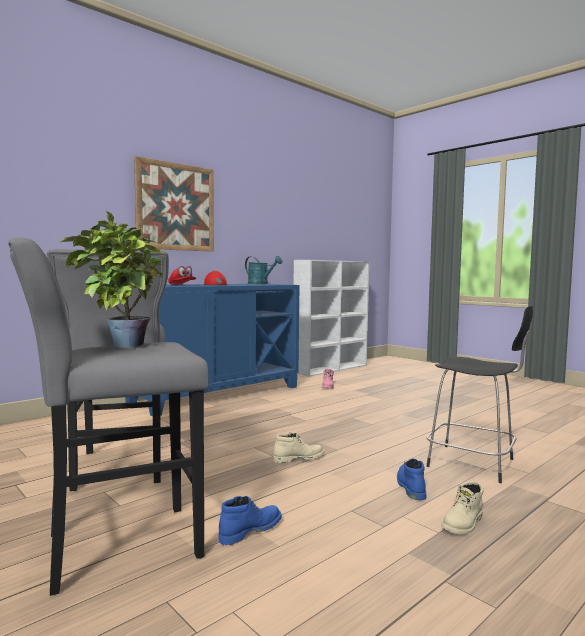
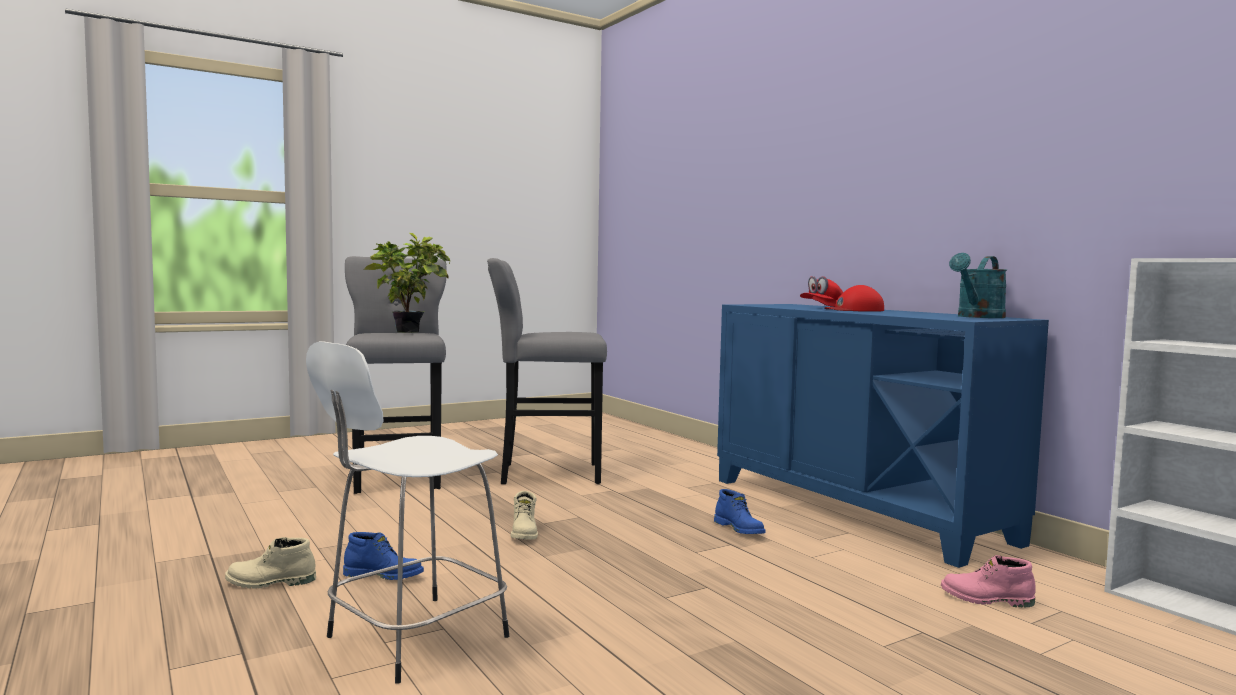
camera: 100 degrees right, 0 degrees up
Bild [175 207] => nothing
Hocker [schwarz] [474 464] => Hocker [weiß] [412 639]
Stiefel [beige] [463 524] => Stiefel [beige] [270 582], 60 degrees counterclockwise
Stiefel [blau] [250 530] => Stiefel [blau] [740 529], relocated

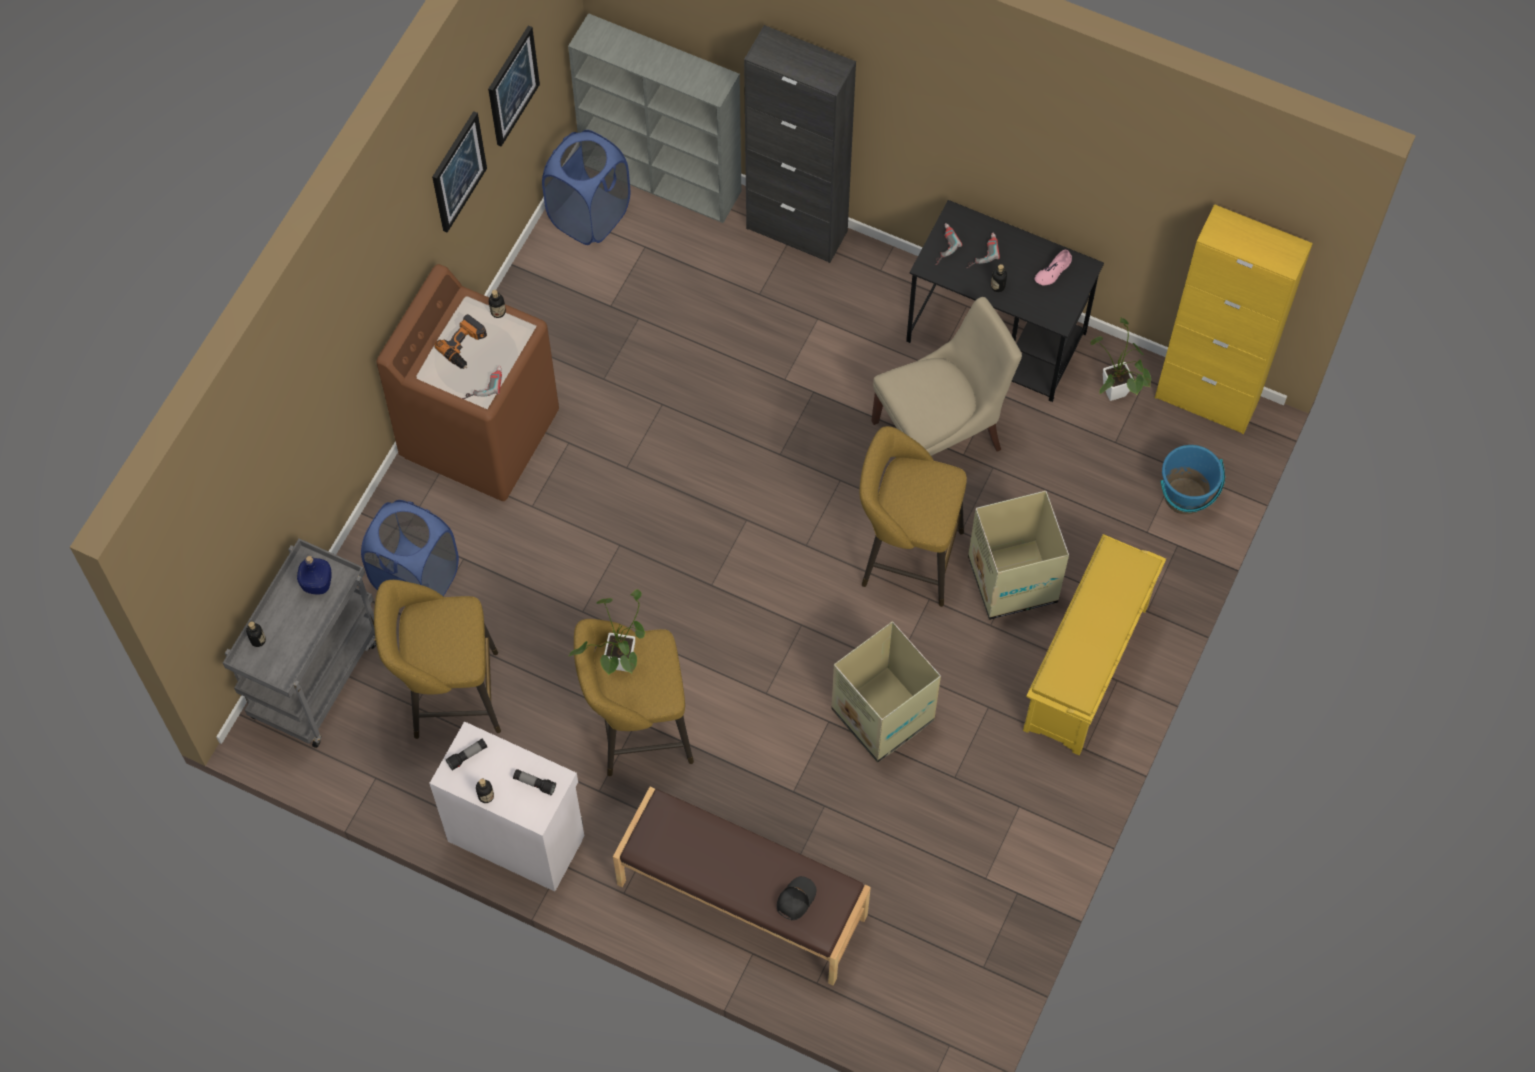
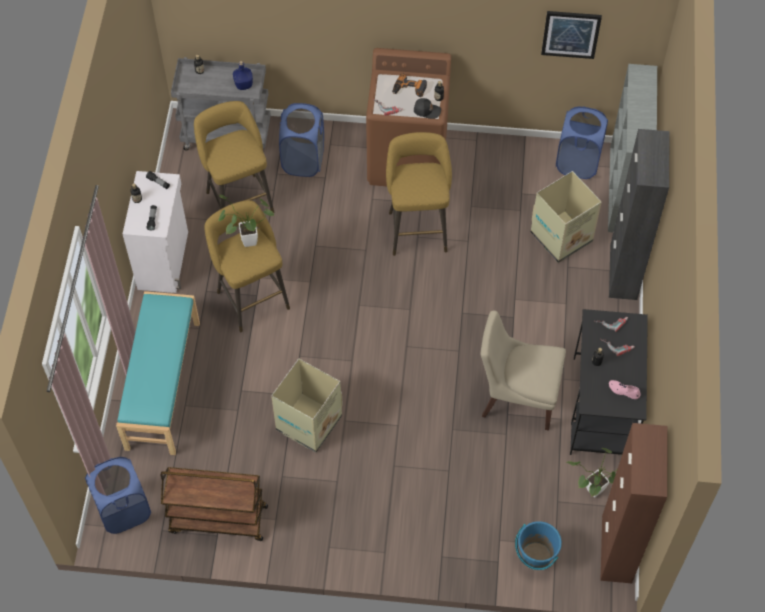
camera: 70 degrees right, 5 degrees down
Bild [458 171] => nothing
Schrank [gelb] [1206 399] => Schrank [braun] [616 549]
Stuhl [beige] [940 433] => Stuhl [beige] [516 396], 150 degrees clockwise
Hocker [gelb] [905 556] => Hocker [gelb] [417 228], relocated
Karton [1012 578] => Karton [562 236], relocated
Schuhregal [gelb] [1086 670] => nothing
Bank [braun] [741 901] => Bank [türkis] [162 385]
Kappe [schwarz] [795 899] => Kappe [schwarz] [426 110], relocated
nothing => Wäschekorb [blau] [124 510]
nothing => Rollwagen [braun] [217 520]

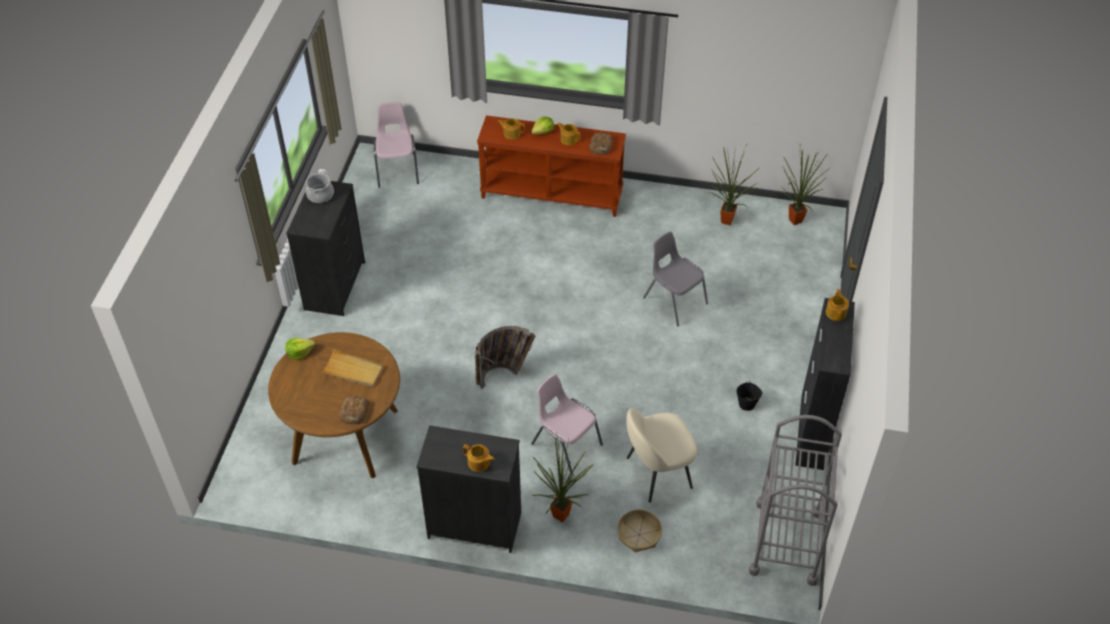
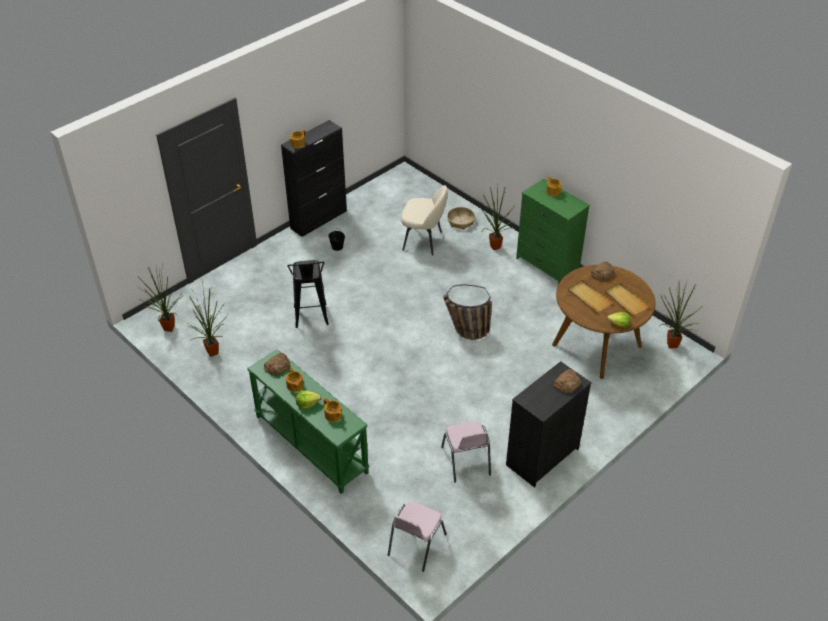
camera: 145 degrees left, 5 degrees down
Konsolentisch [braun] [552 194] => Konsolentisch [grün] [310 444]
Kochtopf [320 195] => nothing
Stuhl [grau] [674 300] => Hocker [schwarz] [311 320]
Stuhl [rosa] [565 444] => Stuhl [rosa] [466 462], relocated
Rollwagen [grau] [786 542] => nothing
Kommode [schwarz] [475 524] => Kommode [grün] [547 265]
nothing => Tablett [beige] [625 300]
nothing => Topfpflanze [669 345]
nothing => Brot [567 383]

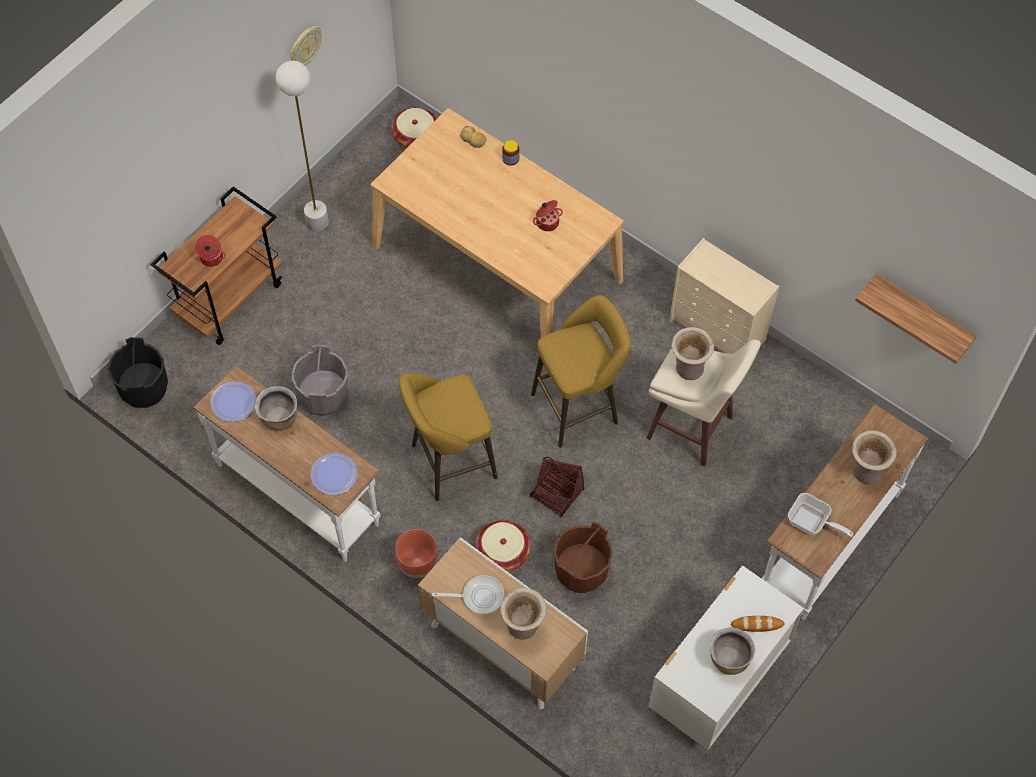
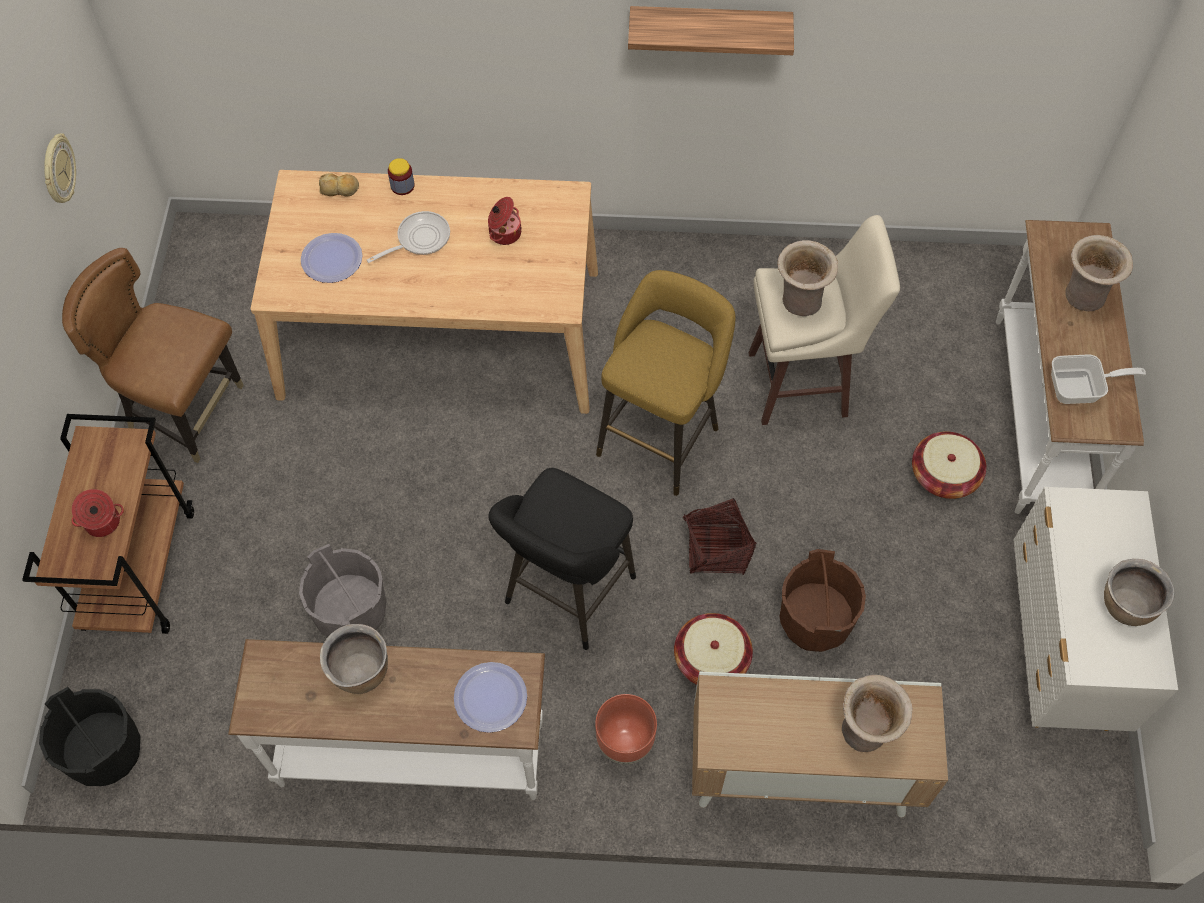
camera: 35 degrees left, 0 degrees up
Stehlampe [weiß] [317 222] => Stuhl [braun] [185 411]
Korb [416 137] => Korb [944 475], relocated
Kommode [beige] [718 331] => nothing
Wandregal [922 314] => Wandregal [709 28], relocated
Hocker [gelb] [449 463] => Hocker [schwarz] [566 595]
Teller [233 402] => Teller [332 259], relocated
Pfanne [479 596] => Pfanne [419 239], relocated
Brot [757 624] => nothing

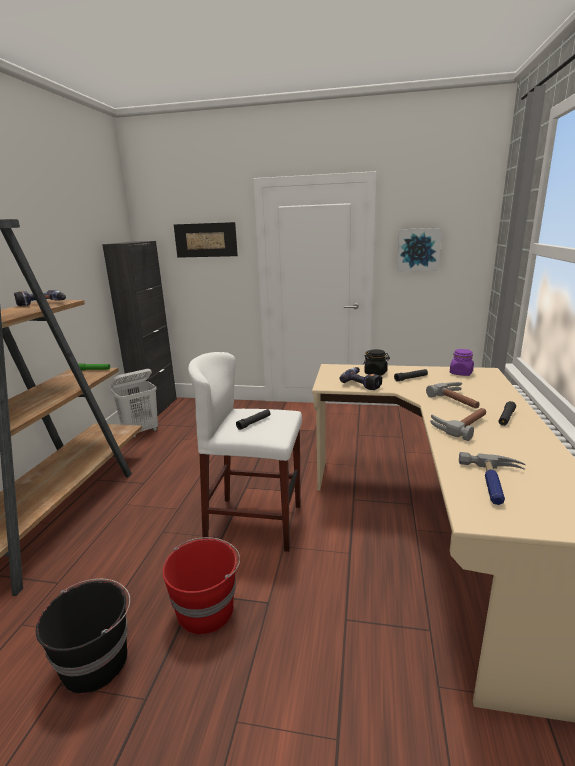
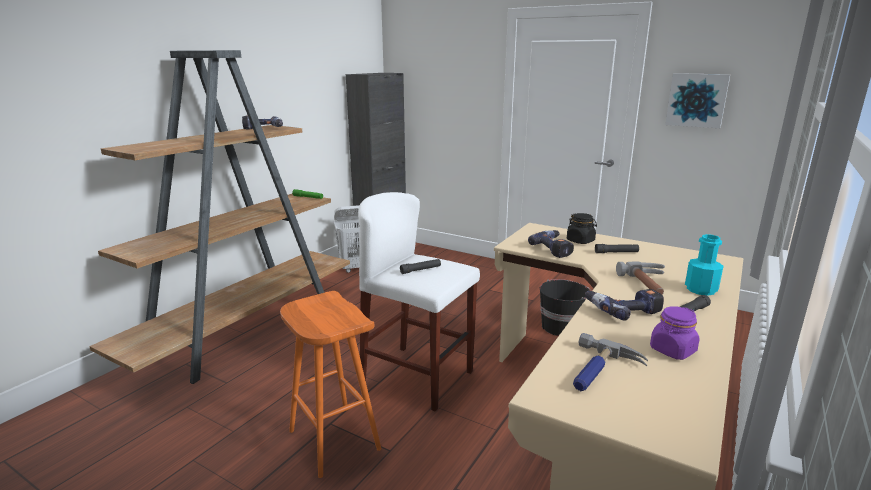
camera: 20 degrees right, 0 degrees up
Bild [205 240] => nothing
Vorratsglas [lila] [461 373] => Vorratsglas [lila] [672 350], relocated
Hammer [460 425] => Bohrmaschine [623 310]
Eimer [rot] [206 609] => Hocker [orange] [332 439]
Eimer [schwarz] [96 661] => Eimer [schwarz] [561 326], relocated
nothing => Flasche [türkis] [701 289]

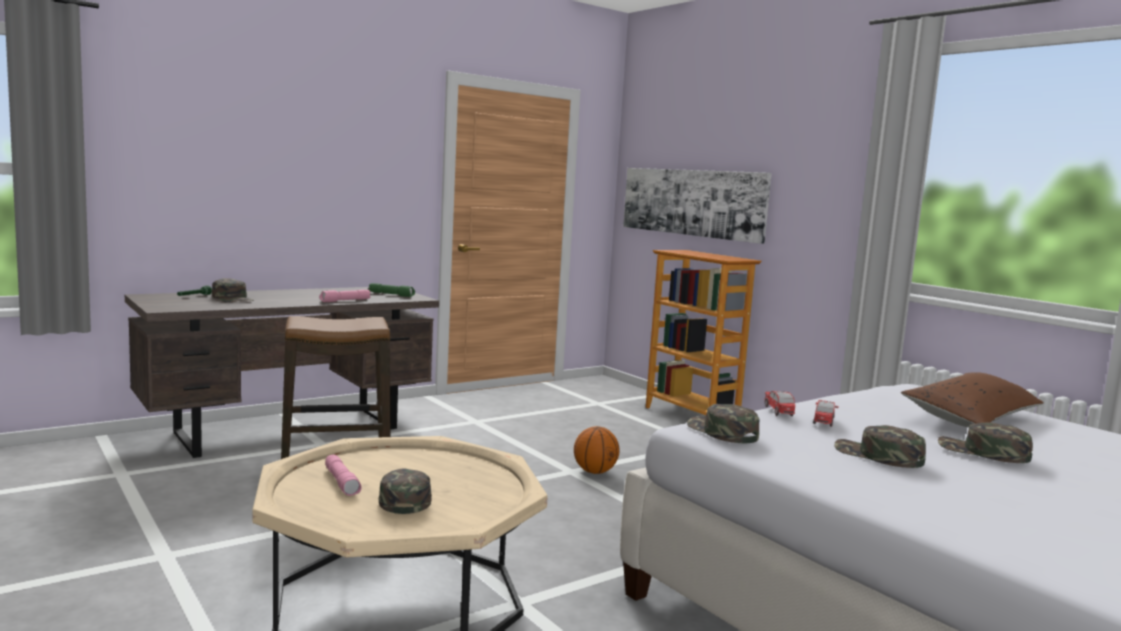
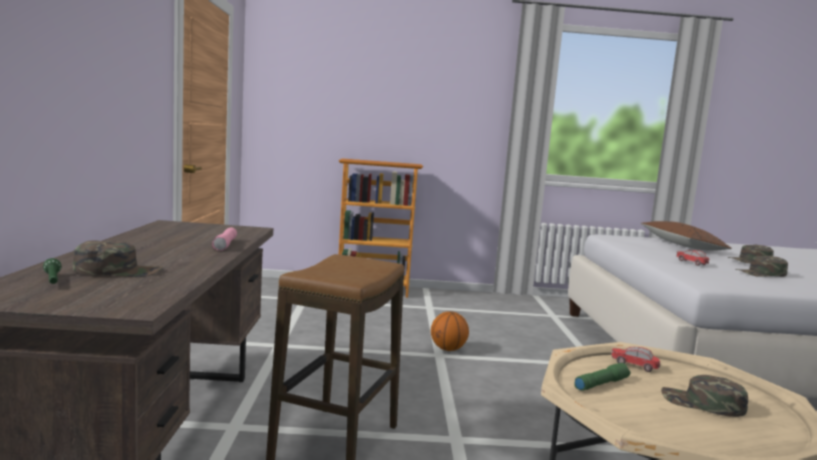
camera: 55 degrees left, 0 degrees up
Bild [692 202] => nothing
Taschenlampe [grün] [392 294] => Taschenlampe [grün] [601 384], relocated
Spielzeugauto [778 412] => Spielzeugauto [634 366], relocated
Kappe [grün] [722 432] => nothing
Taschenlampe [rosa] [342 482] => nothing

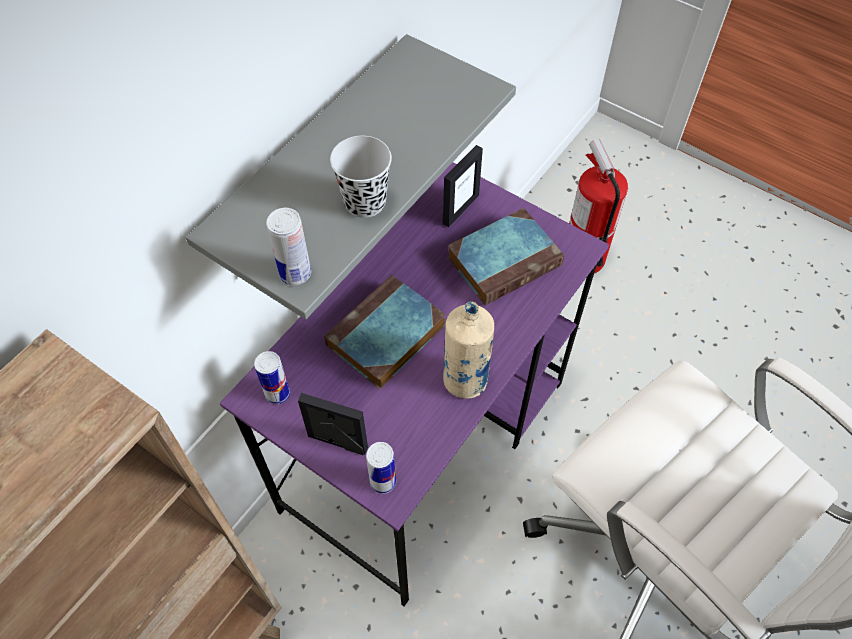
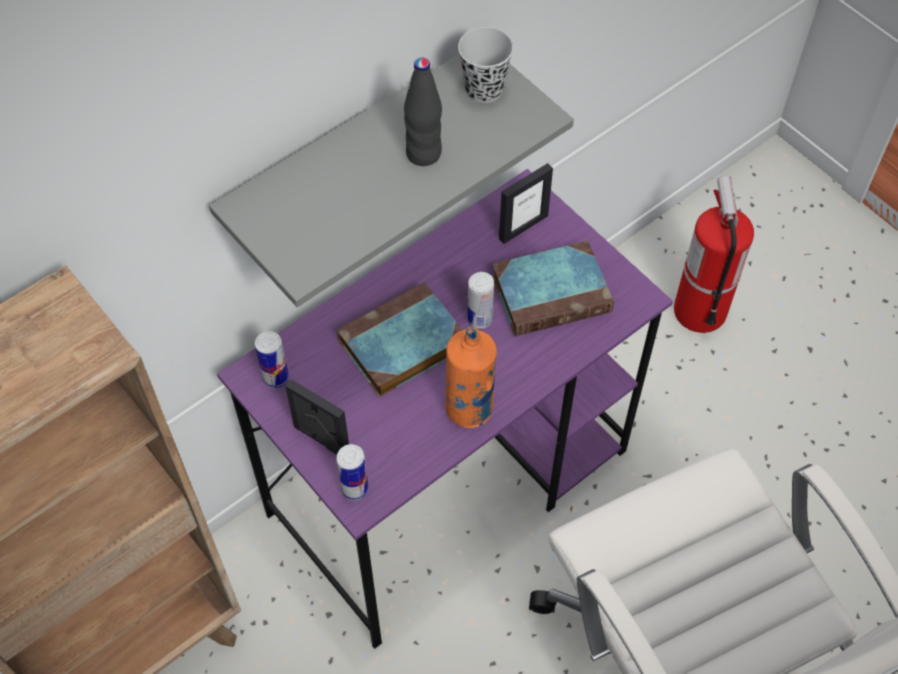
camera: 15 degrees right, 0 degrees up
Tasse [schwarz] [365 202] => Tasse [schwarz] [484 89], relocated
Dose [295 273] => Dose [479 319], relocated
Flasche [beige] [465 379] => Flasche [orange] [469 408]
nothing => Flasche [schwarz] [424 153]

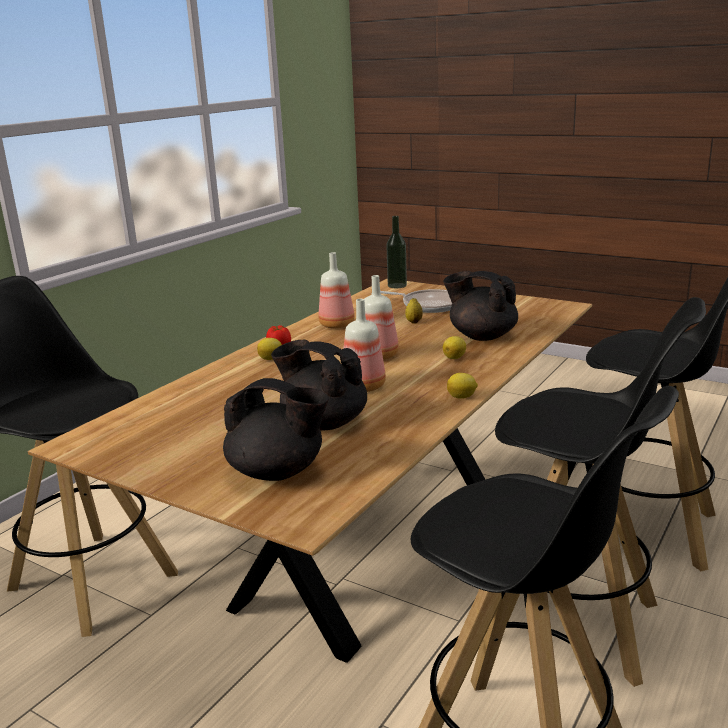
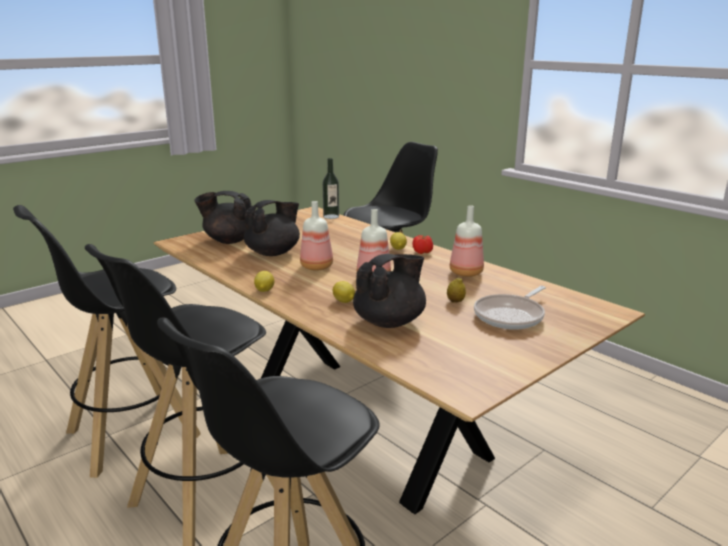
camera: 105 degrees right, 0 degrees up
Flasche [397 285] => Flasche [331 216], relocated
Teekanne [schwarz] [277 472] => Teekanne [schwarz] [229 240], 60 degrees clockwise

